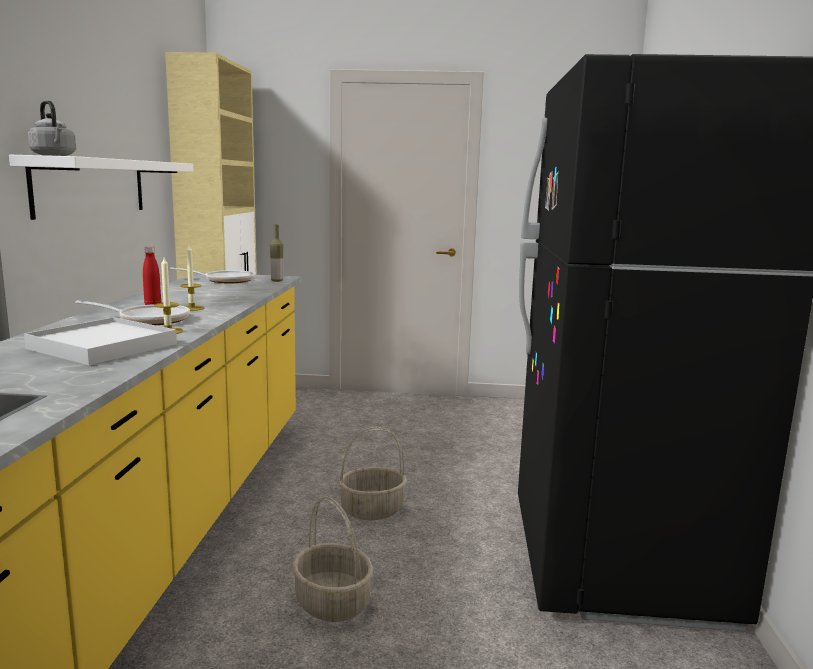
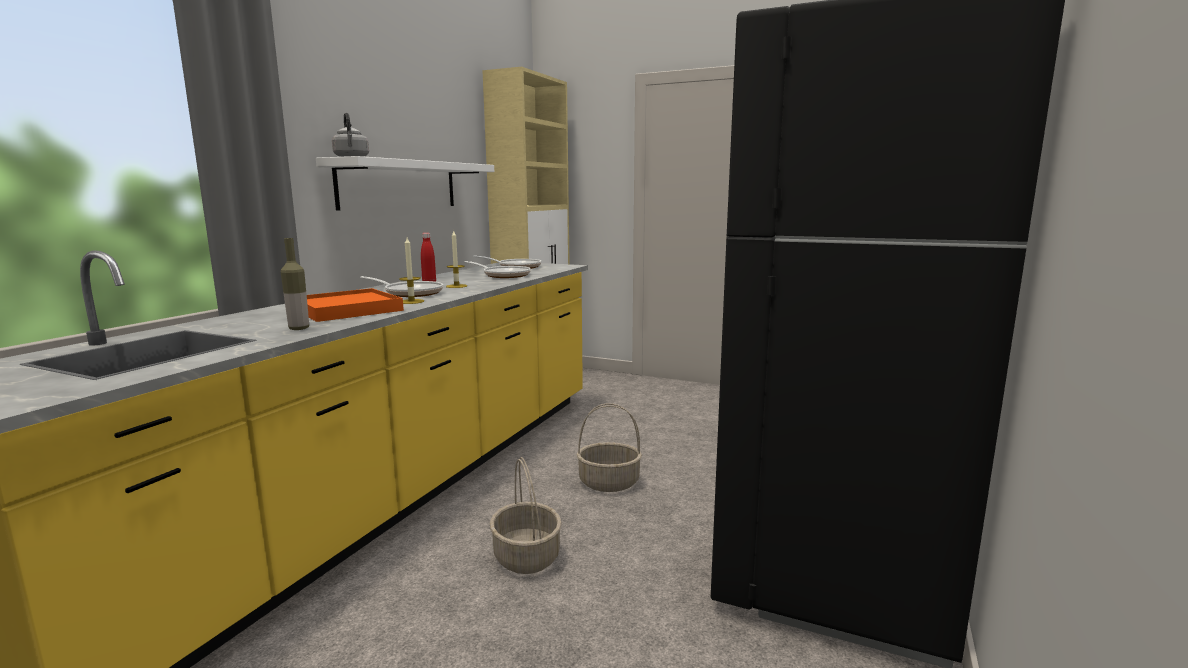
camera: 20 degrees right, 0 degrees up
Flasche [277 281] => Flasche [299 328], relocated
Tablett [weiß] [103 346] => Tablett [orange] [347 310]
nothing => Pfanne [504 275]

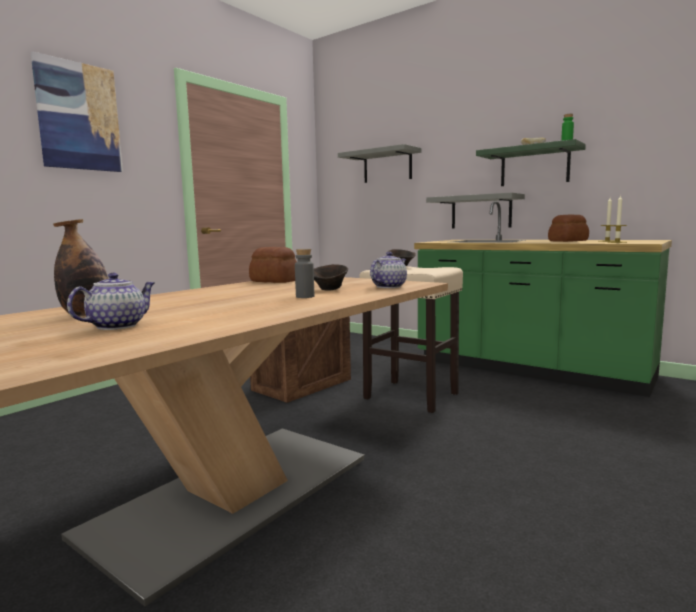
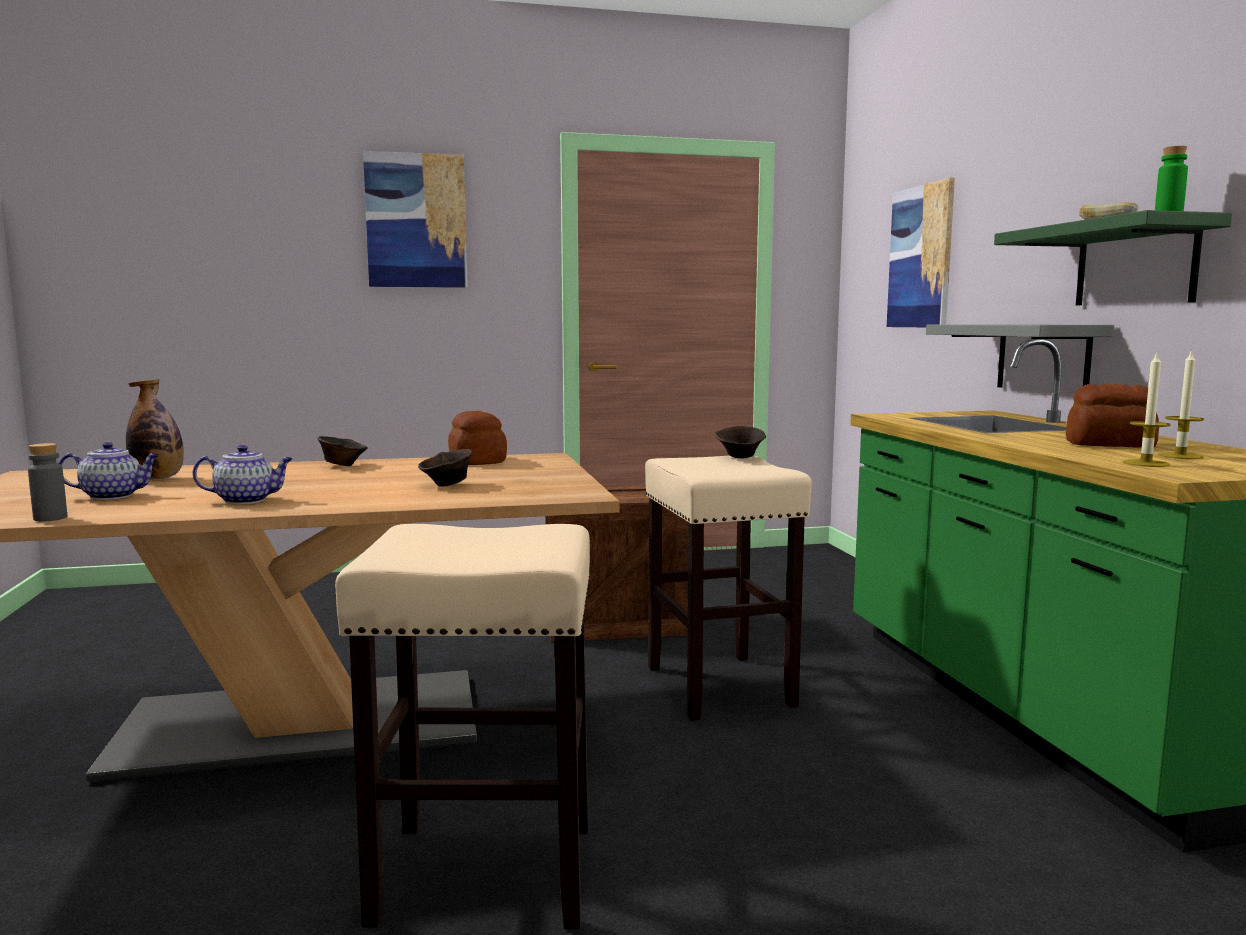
camera: 40 degrees right, 0 degrees up
Wandregal [grau] [387 166] => Bild [920 257]
Flasche [grau] [305 296] => Flasche [grau] [50 518], relocated
Teekanne [389 286] => Teekanne [247 500], relocated
nothing => Schüssel [braun] [343 465]
nothing => Hocker [beige] [481 873]

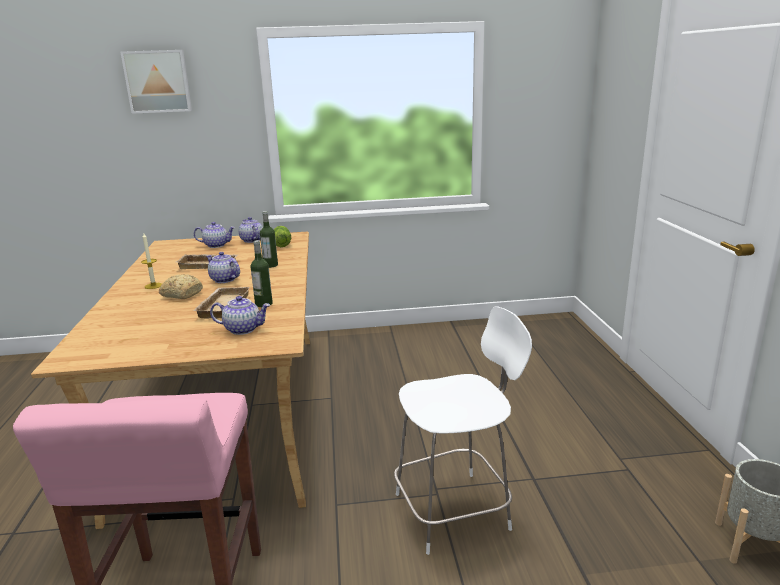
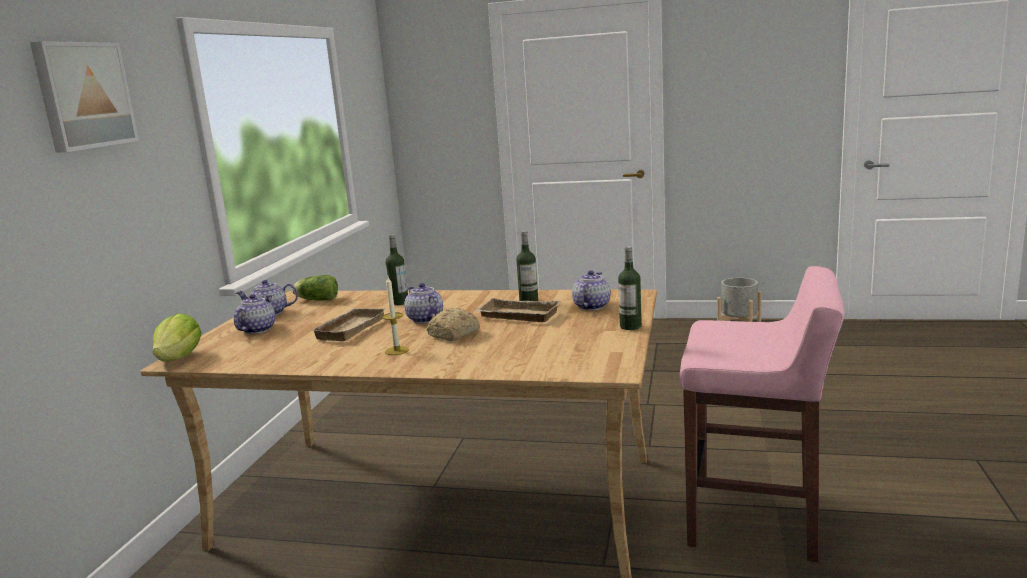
camera: 70 degrees left, 5 degrees down
Teekanne [224 280] => Teekanne [424 319], 90 degrees clockwise
Stuhl [weiß] [456 510] => nothing
nothing => Flasche [630 326]
nothing => Salatkopf [180 358]

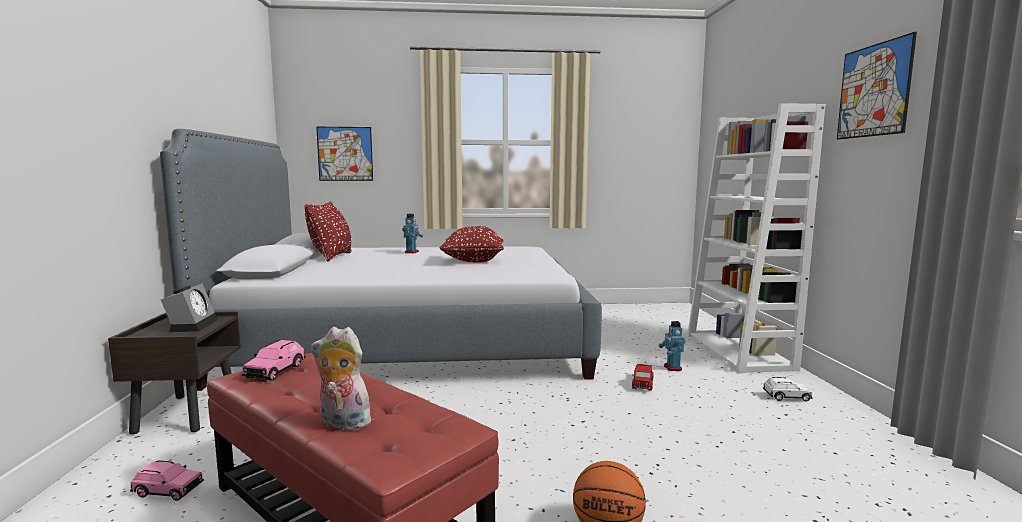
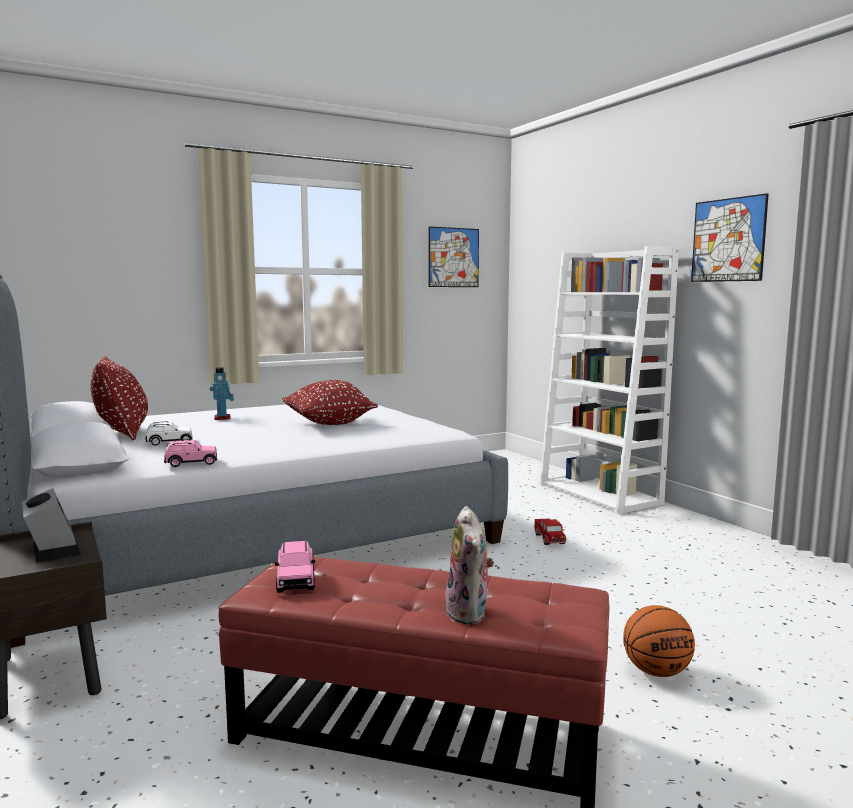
camera: 25 degrees left, 0 degrees up
Bild [345 154] => Bild [453 257], relocated
Spielzeugroboter [672 368] => nothing
Plüschtier [342 423] => Plüschtier [470 613], 90 degrees counterclockwise
Spielzeugauto [weiß] [786 397] => Spielzeugauto [weiß] [169 442], relocated
Spielzeugauto [rosa] [168 490] => Spielzeugauto [rosa] [191 463], relocated

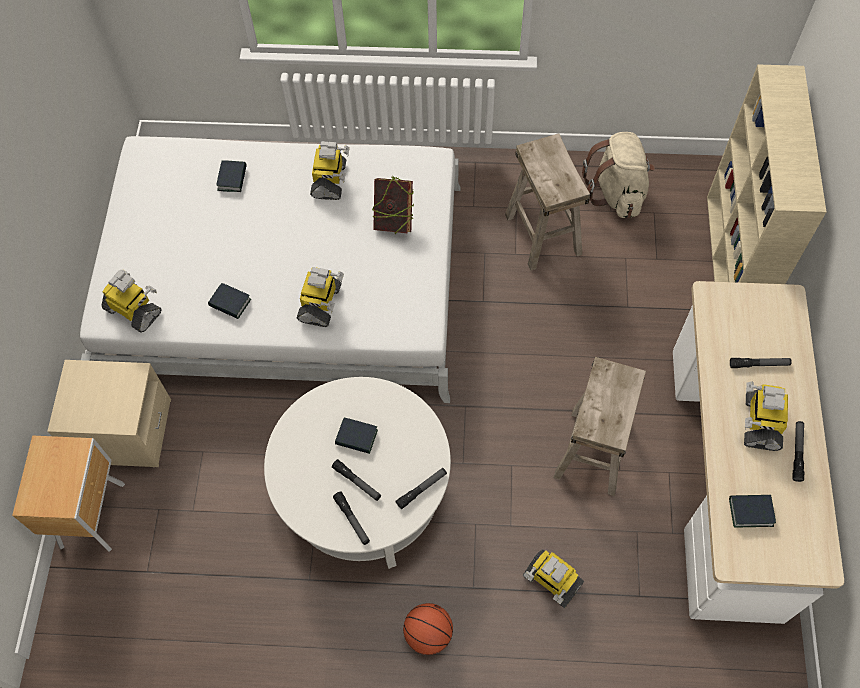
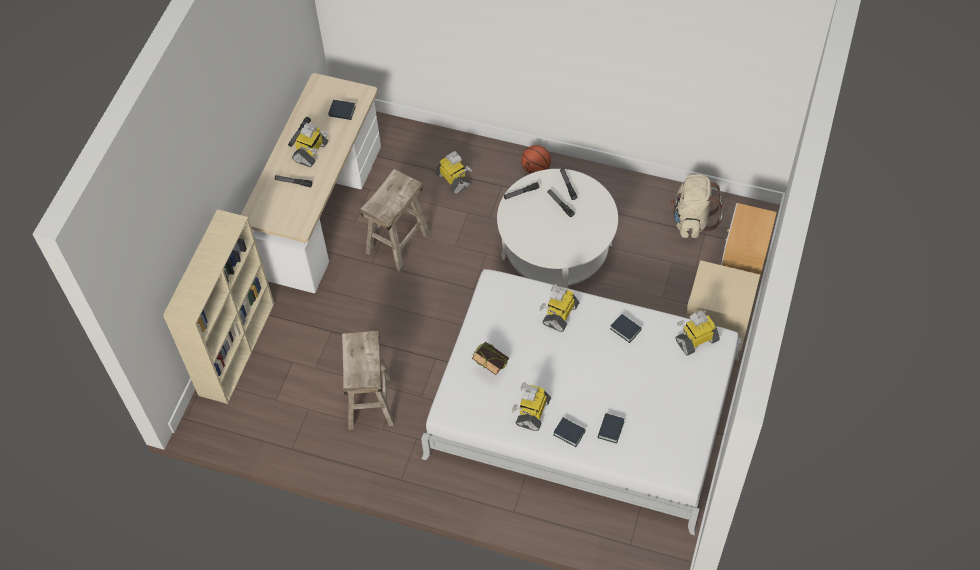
camera: 165 degrees left, 5 degrees down
Rucksack [beige] [616 193] => Rucksack [beige] [691 220], relocated
Spielzeugroboter [134 310] => Spielzeugroboter [696 340], 105 degrees clockwise
Buch [356 437] => Buch [569 433], relocated

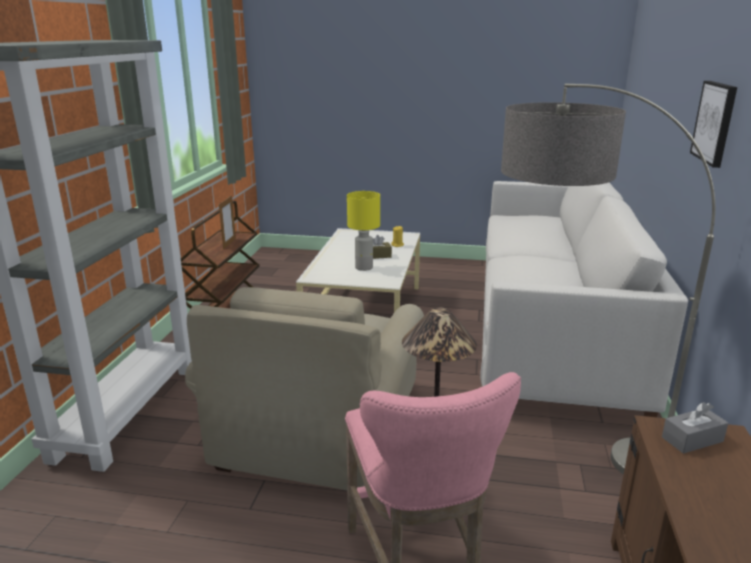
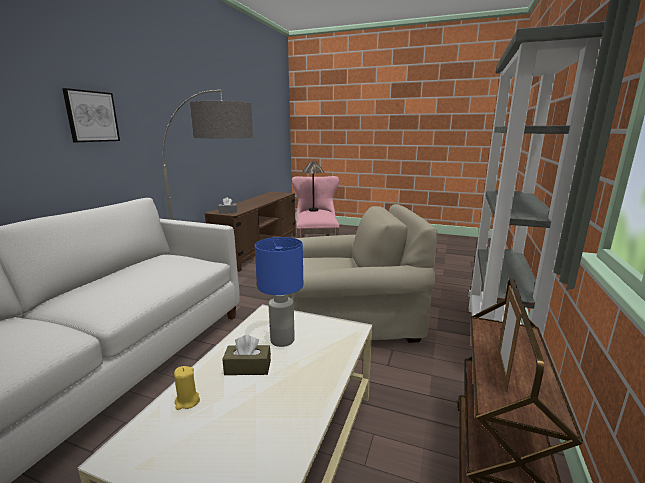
camera: 170 degrees left, 5 degrees down
Tischlampe [gelb] [364 267] => Tischlampe [blau] [282 340]
Sessel [beige] [322 424] => Sessel [beige] [346 319], 60 degrees clockwise

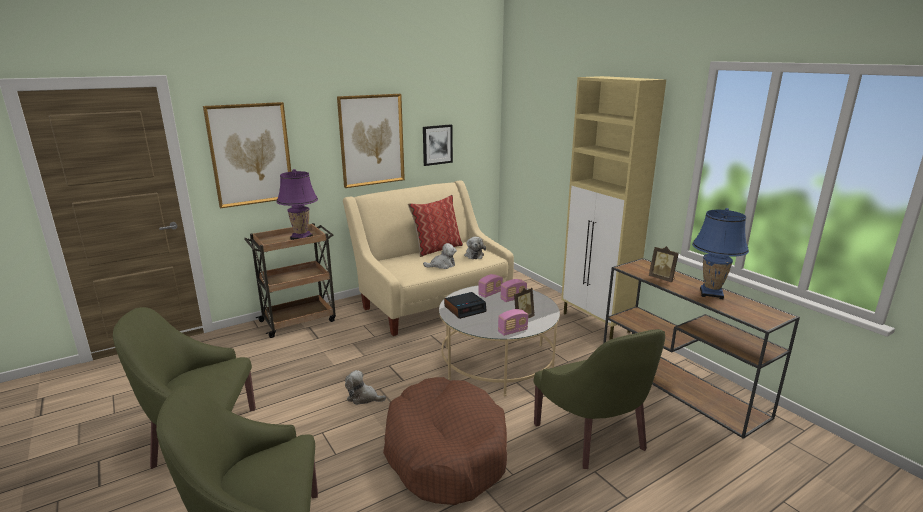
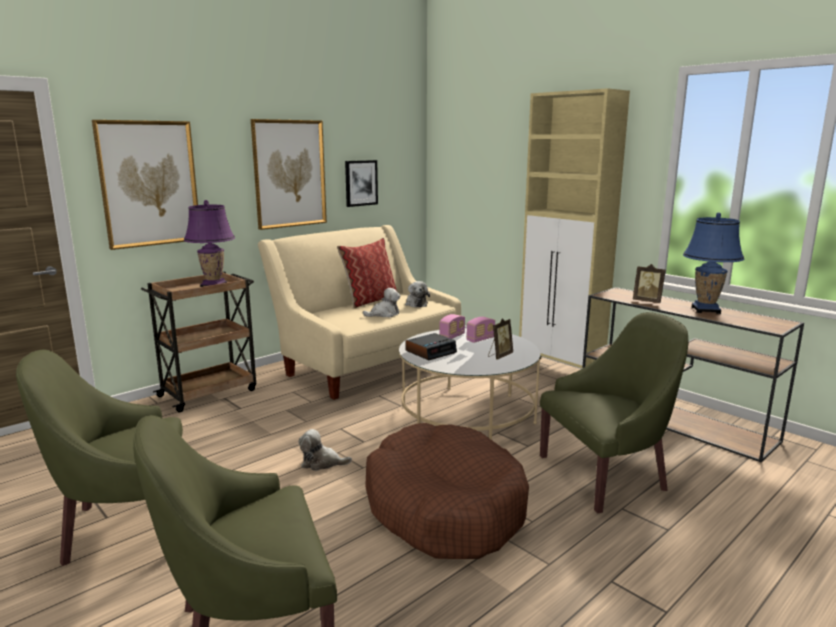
camera: 10 degrees left, 5 degrees down
Radio [512 331] => nothing
Sessel [grün] [594 436] => Sessel [grün] [606 475], 75 degrees counterclockwise

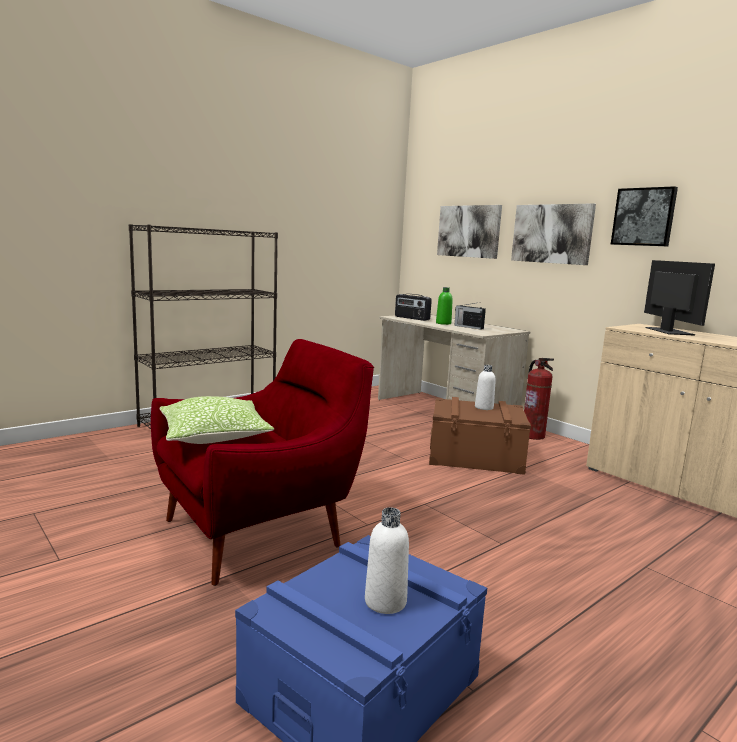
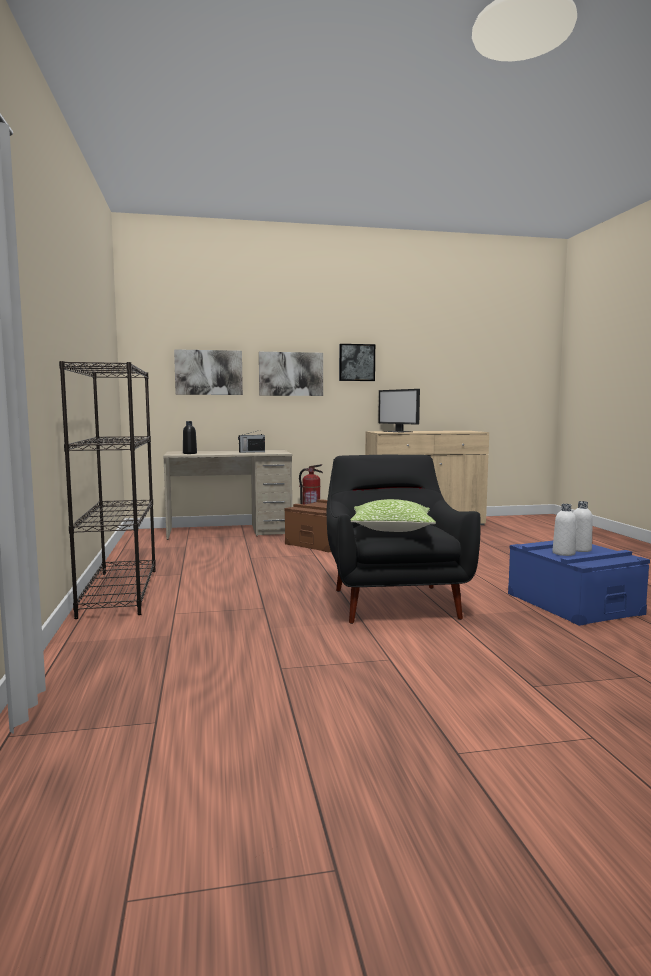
camera: 60 degrees left, 5 degrees down
Monitor [667 331] => Monitor [398 431], 150 degrees counterclockwise
Flasche [grün] [443 323] => nothing
Radio [411 318] => Flasche [schwarz] [190 453]
Sessel [rot] [260 531] => Sessel [schwarz] [393 601]
Flasche [weiß] [484 407] => Flasche [weiß] [563 553], relocated

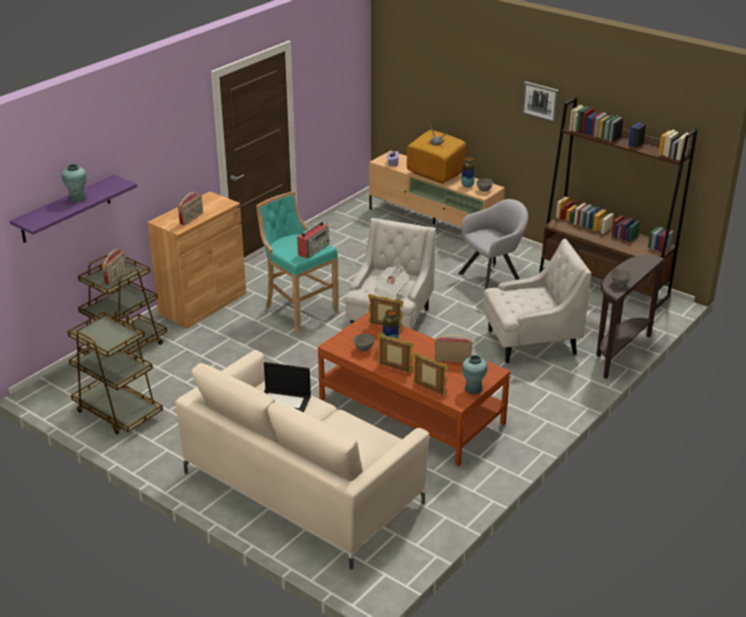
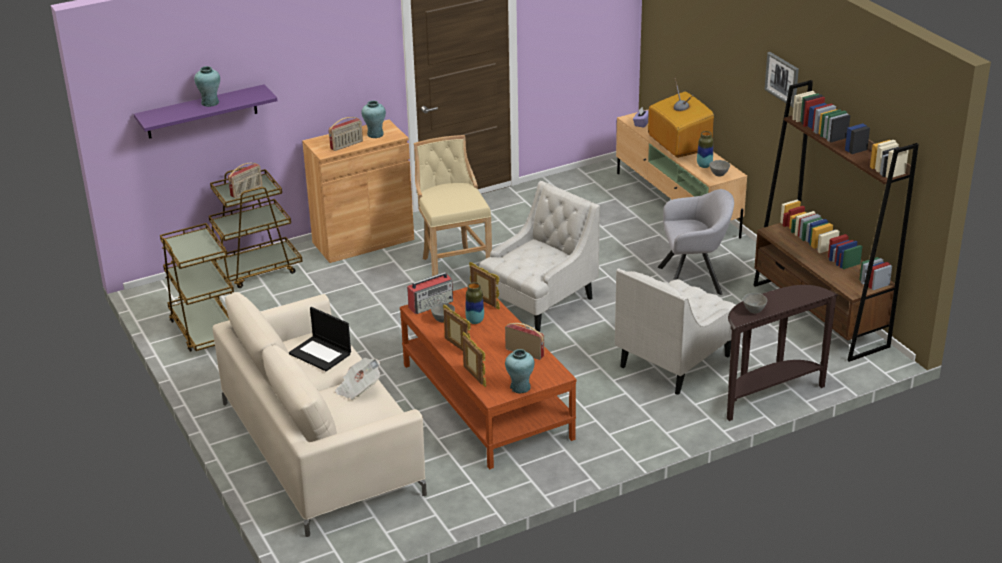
camera: 25 degrees right, 0 degrees up
Hocker [türkis] [298 310] => Hocker [beige] [453 269]
Radio [314 249] => Radio [431 304], relocated
Sessel [weiß] [530 342] => Sessel [weiß] [676 360], 120 degrees clockwise
Zeitung [390 290] => Zeitung [358 389], relocated
nothing => Vase [türkis] [375 134]

